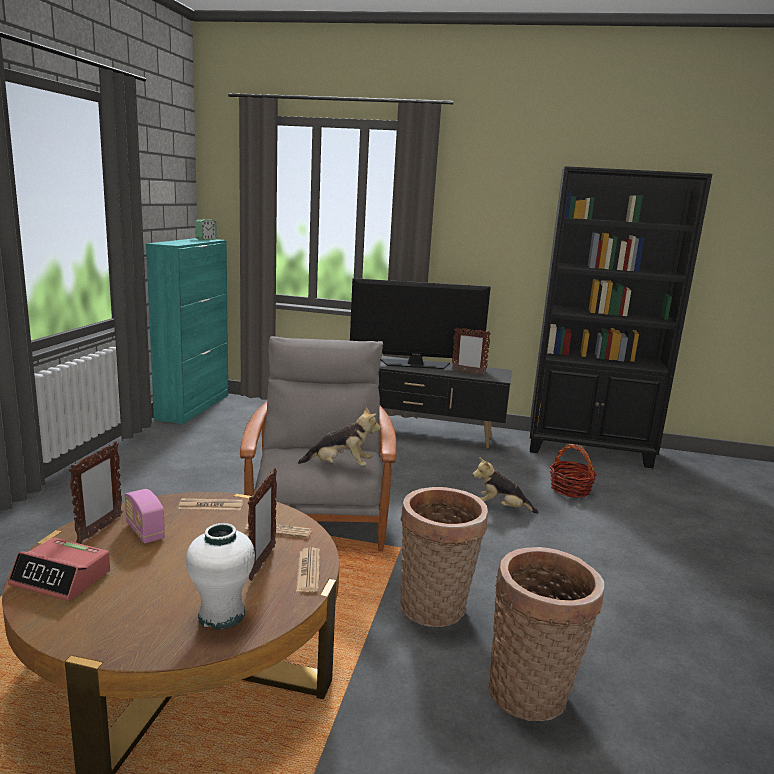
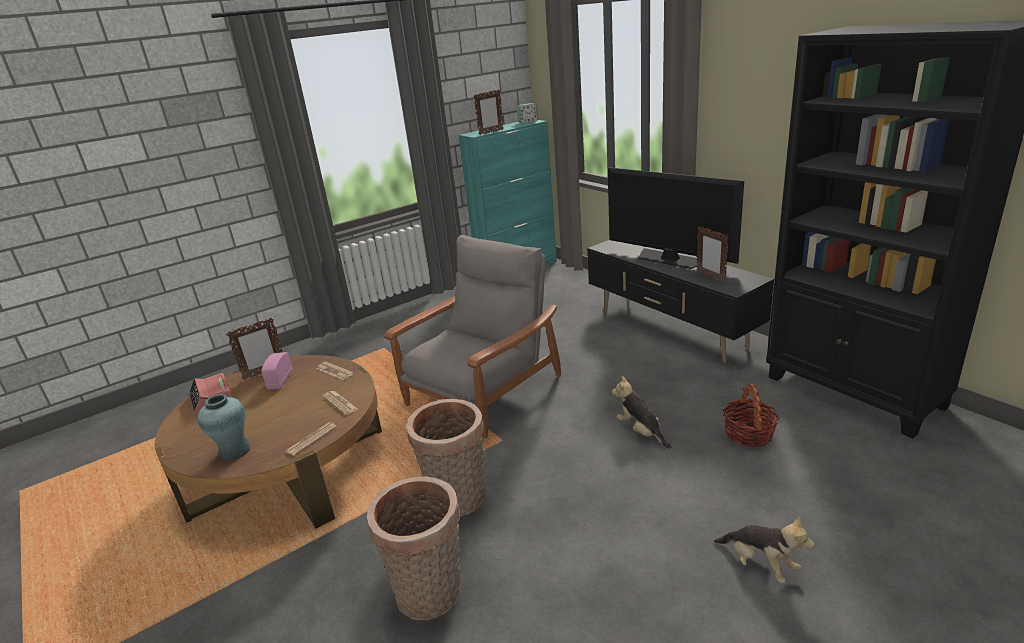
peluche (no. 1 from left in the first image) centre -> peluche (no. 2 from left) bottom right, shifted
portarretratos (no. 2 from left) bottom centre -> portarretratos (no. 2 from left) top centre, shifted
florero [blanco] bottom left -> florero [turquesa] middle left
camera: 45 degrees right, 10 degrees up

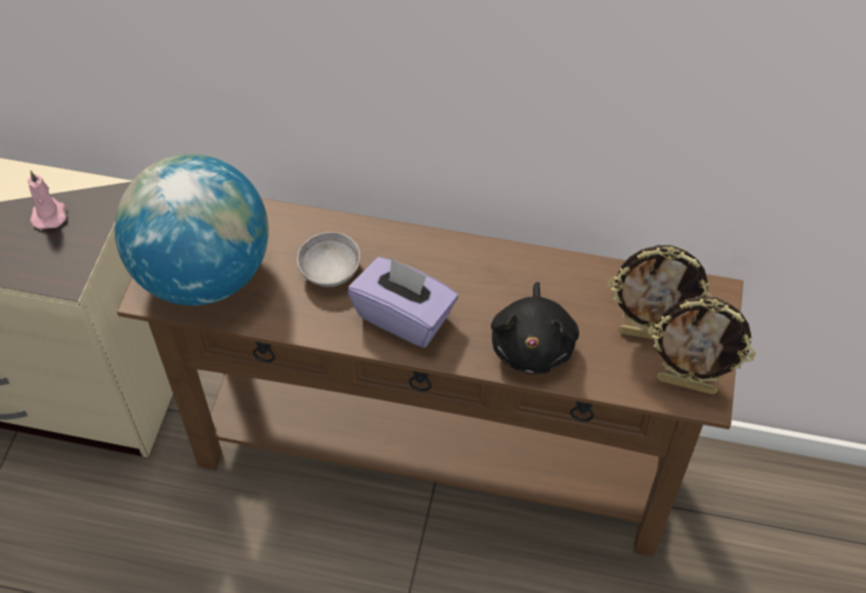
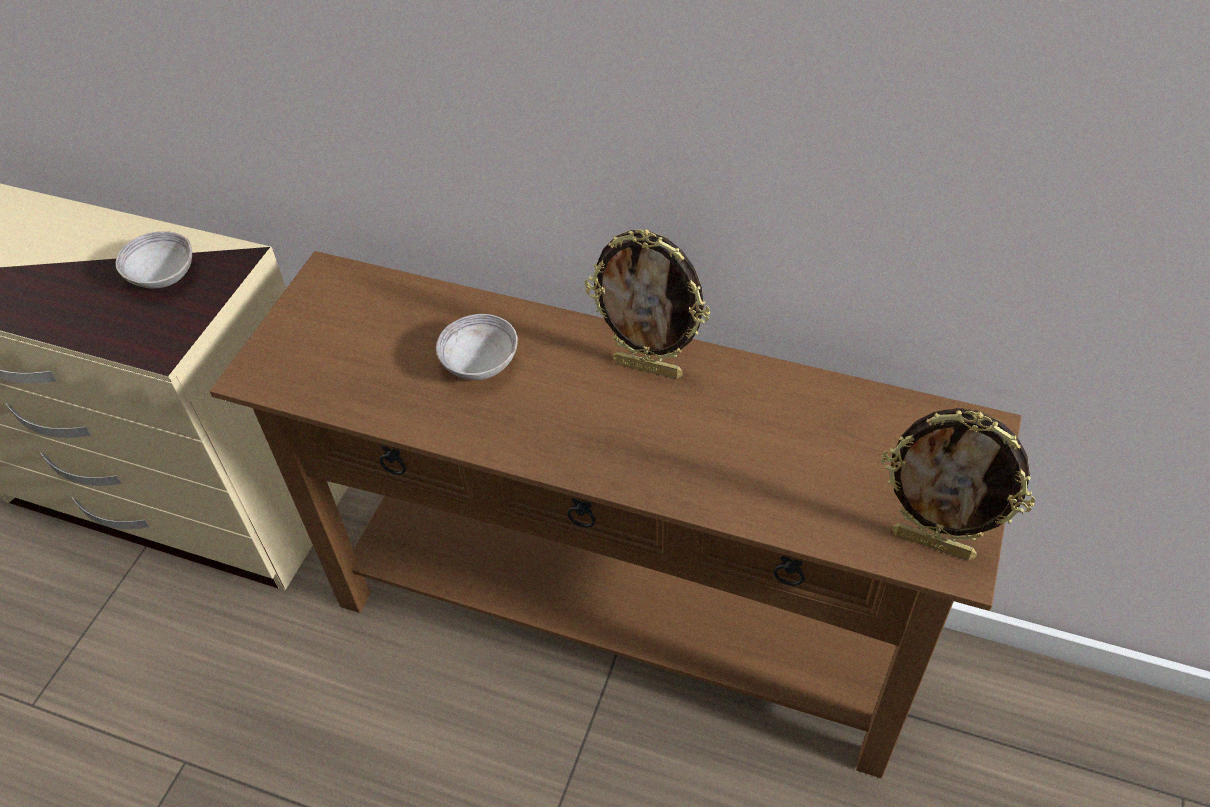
globo terráqueo middle left -> none
vela [rosa] middle left -> cuenco [gris] (no. 1 from left) top left
portarretratos (no. 1 from left) middle right -> portarretratos (no. 1 from left) centre, shifted
caja de pañuelos [morado] centre -> none
peluche [negro] centre -> none
camera: 10 degrees right, 5 degrees down

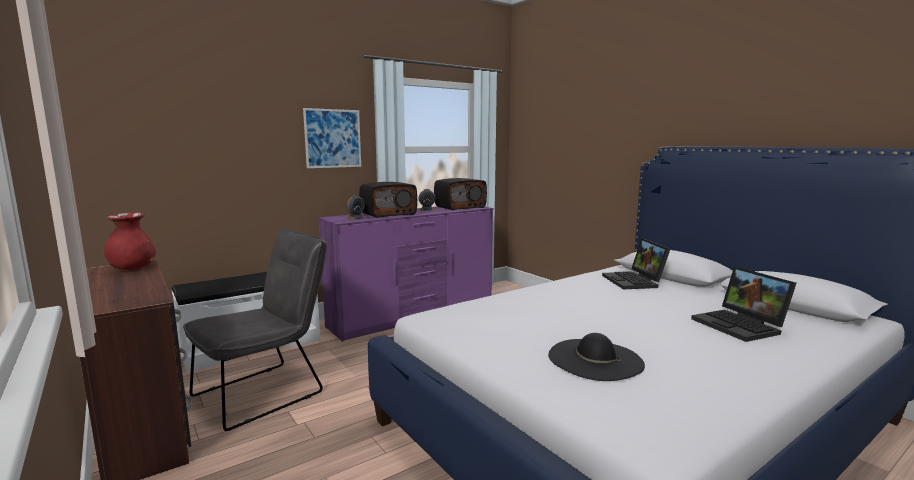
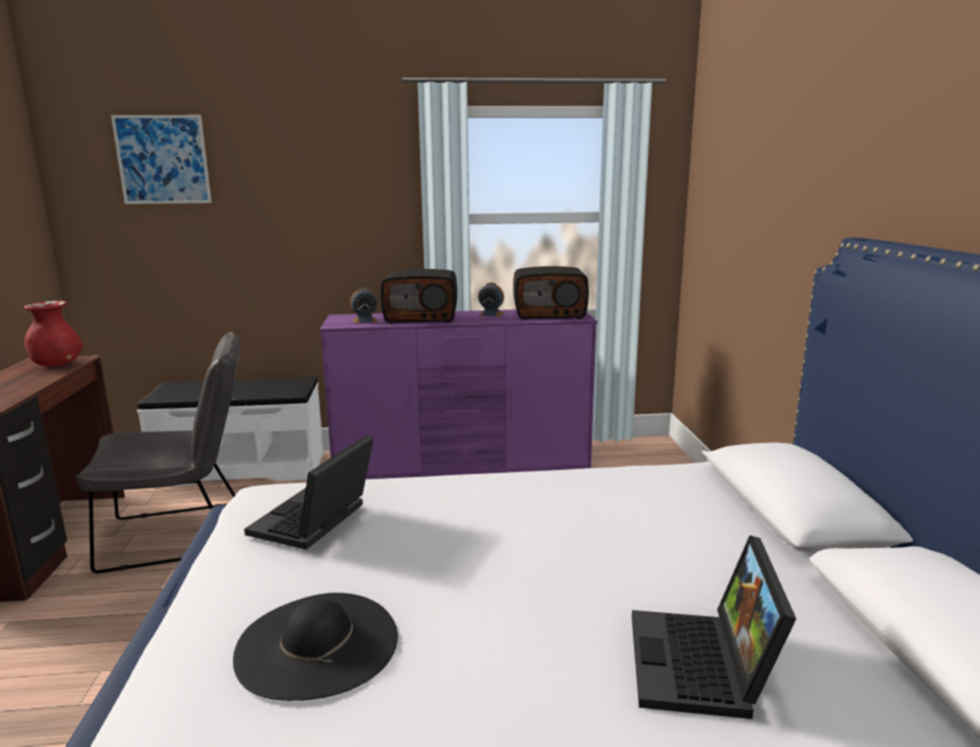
cuadro top centre -> cuadro top left, shifted
portátil (no. 1 from left) middle right -> portátil (no. 1 from left) middle left, shifted
camera: 30 degrees right, 5 degrees up

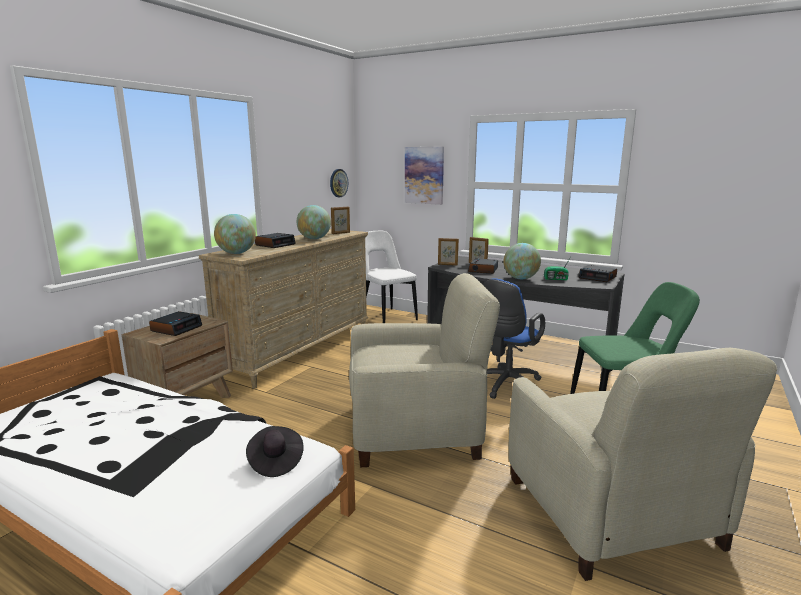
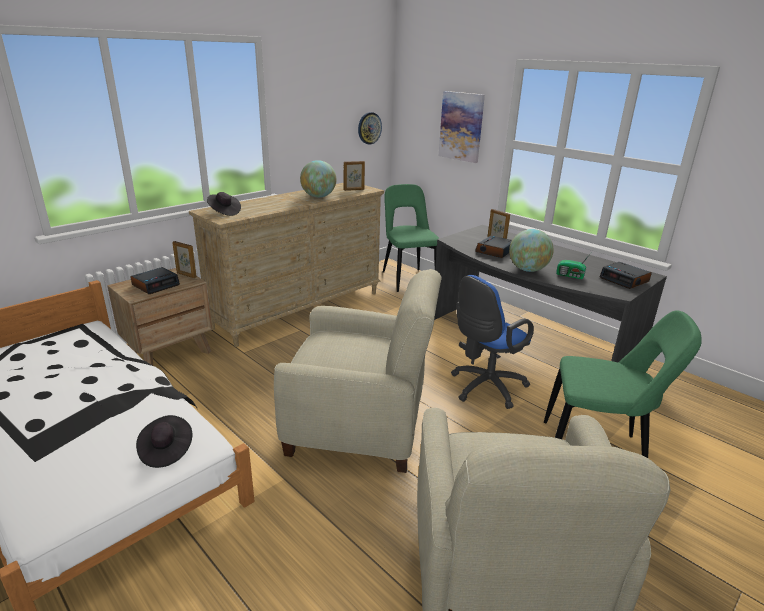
globo terráqueo (no. 1 from left) middle left -> sombrero [negro] (no. 2 from left) middle left
silla [blanco] centre -> silla [verde] (no. 1 from left) centre
despertador (no. 2 from left) centre -> none
portarretratos (no. 2 from left in the first image) centre -> portarretratos (no. 1 from left) middle left, shifted
camera: 15 degrees right, 10 degrees up

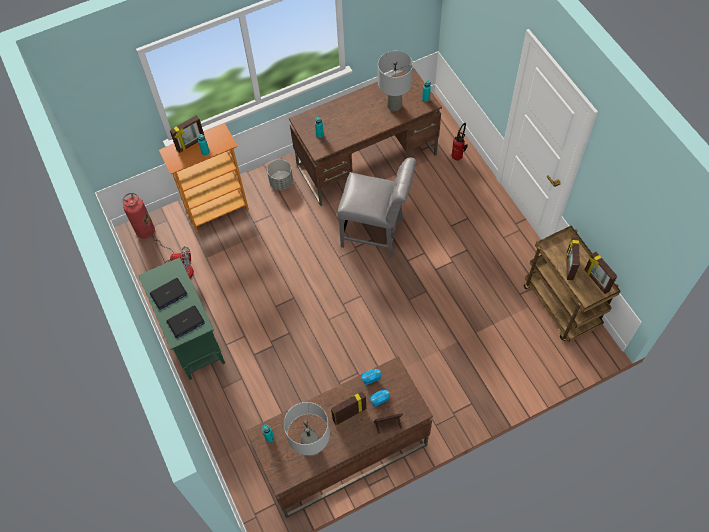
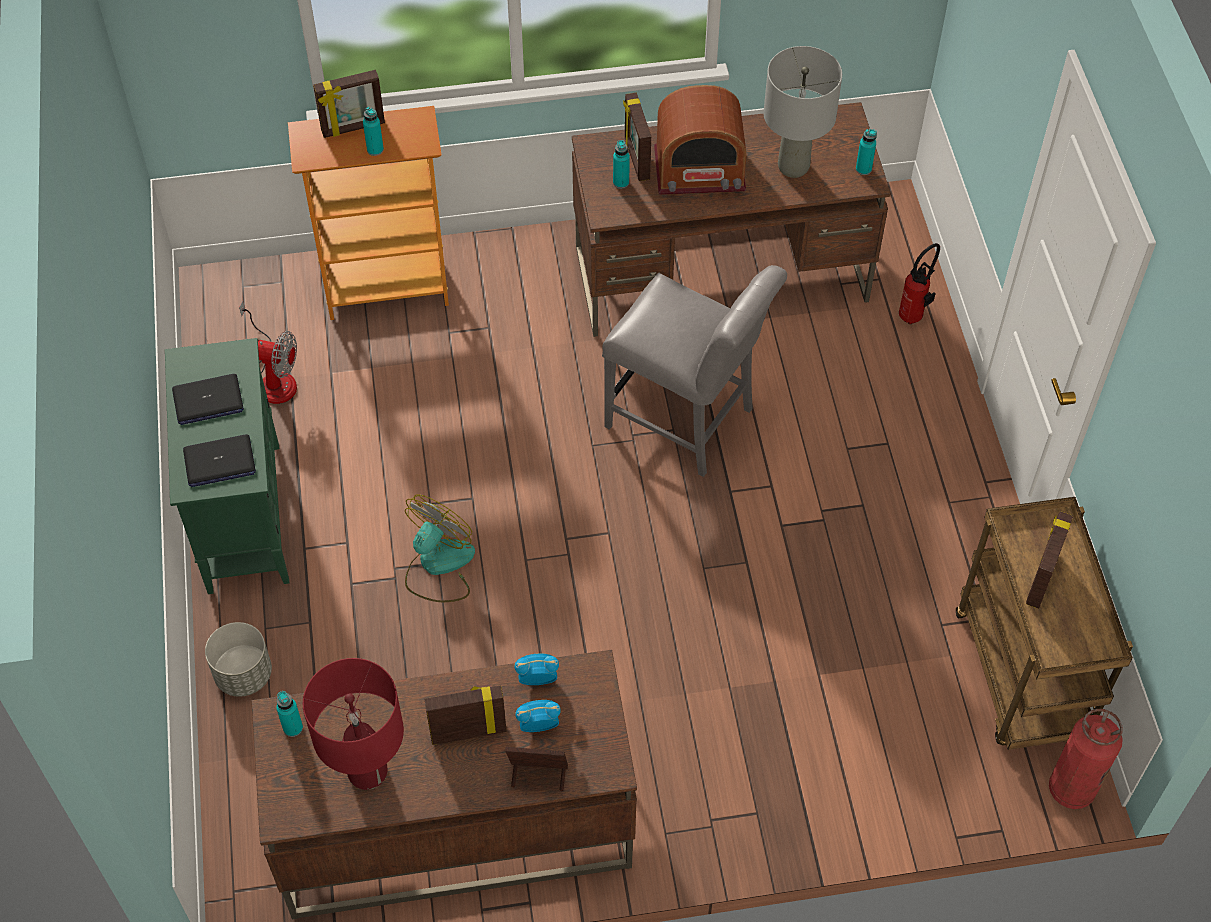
maceta [gris] top centre -> maceta [gris] bottom left, shifted
extintor (no. 1 from left in the first image) middle left -> extintor (no. 2 from left) bottom right, shifted
portarretratos (no. 5 from left in the first image) middle right -> portarretratos (no. 4 from left) top centre, shifted
lámpara de mesa [gris] (no. 1 from left) bottom centre -> lámpara de mesa [rojo] bottom left
none -> radio top centre
none -> ventilador (no. 2 from left) centre
camera: 15 degrees right, 5 degrees down

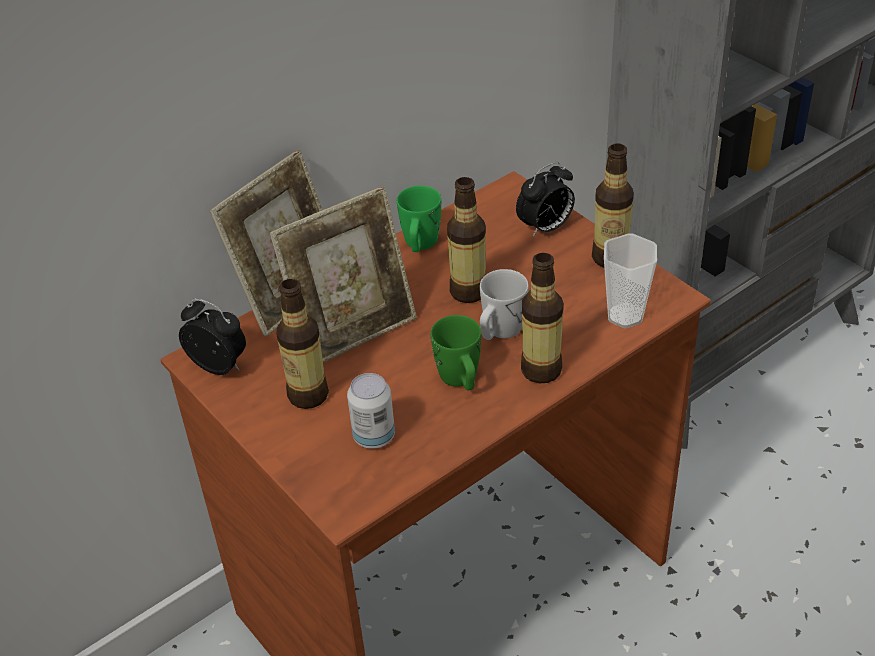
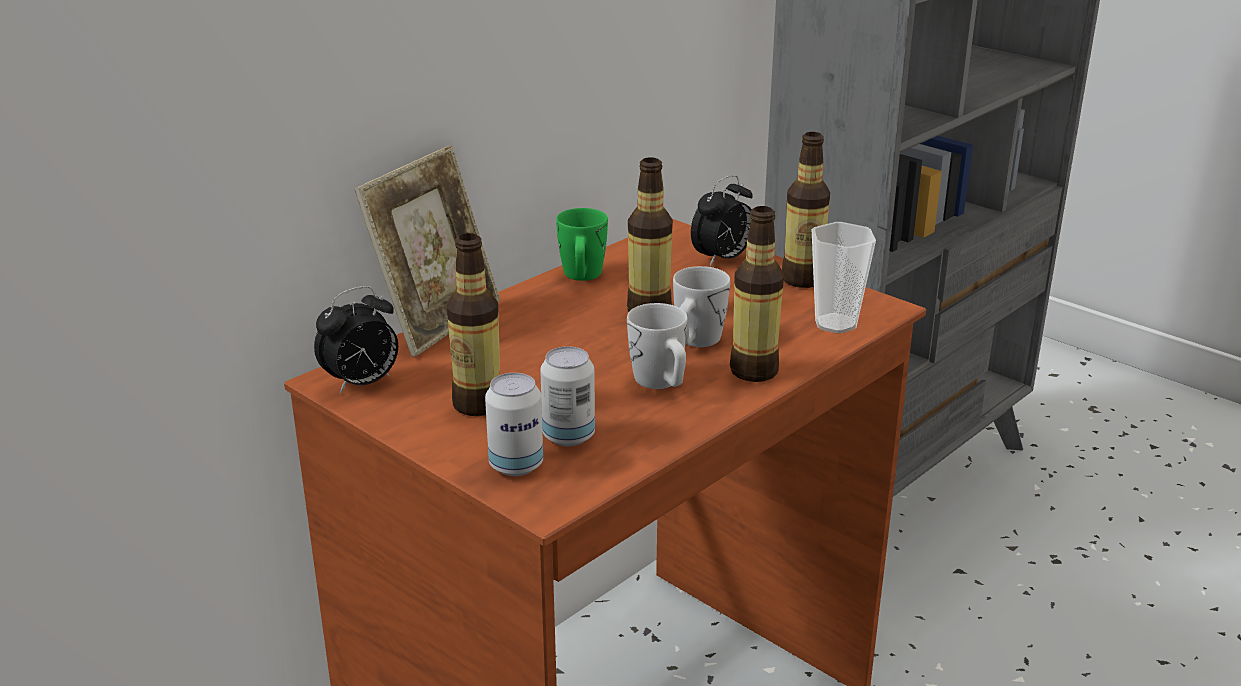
portarretratos (no. 2 from left) centre -> none
despertador (no. 1 from left) middle left, 120 degrees clockwise
taza grande [verde] (no. 2 from left) centre -> taza grande [blanco] (no. 1 from left) centre
none -> lata (no. 1 from left) centre
camera: 10 degrees left, 15 degrees down

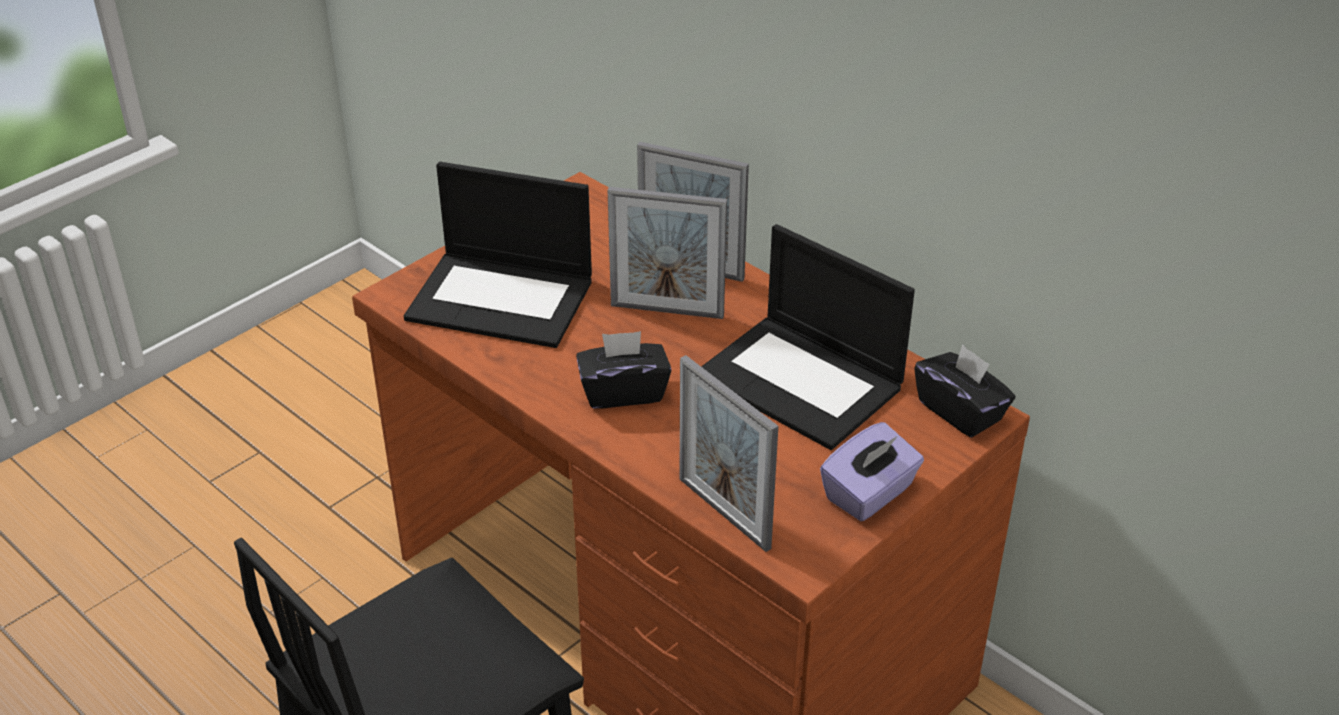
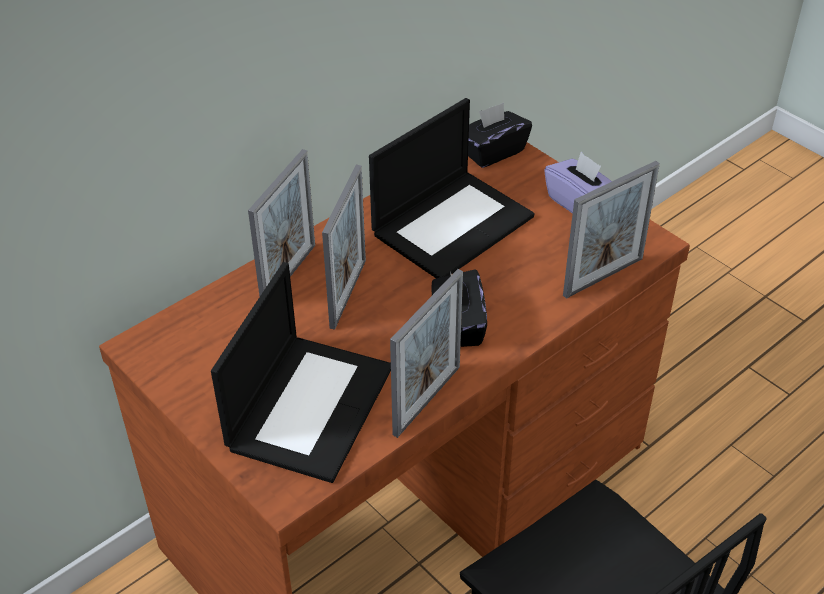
none -> portarretratos (no. 3 from left) centre
camera: 85 degrees left, 5 degrees up

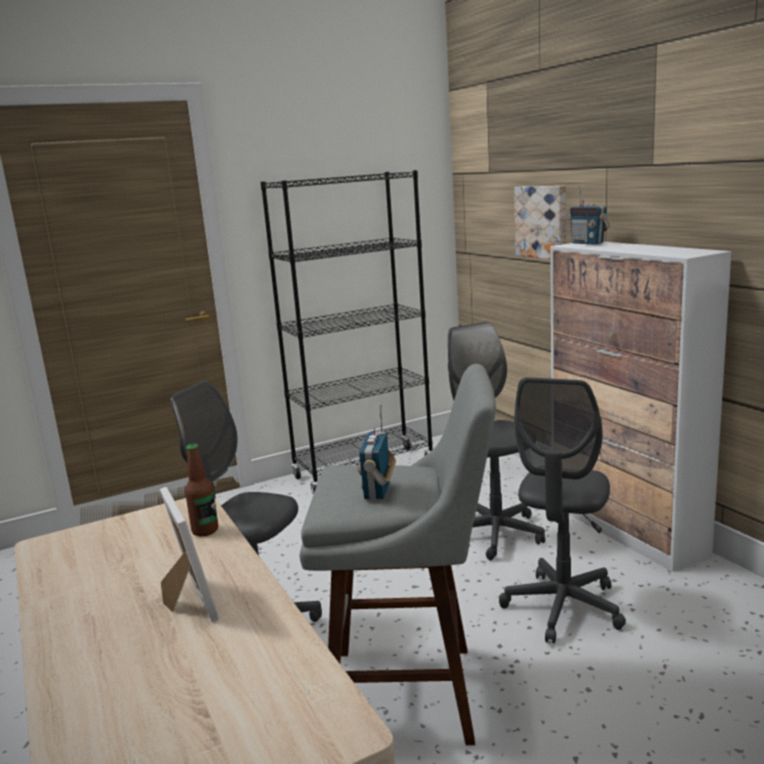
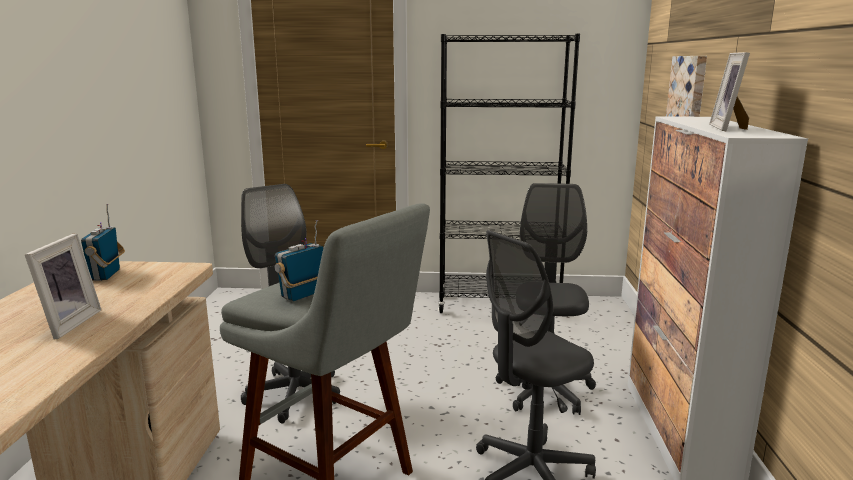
radio (no. 2 from left in the first image) top right -> radio (no. 1 from left) middle left, shifted
botella middle left -> none
none -> portarretratos (no. 2 from left) top right
camera: 30 degrees right, 0 degrees up

